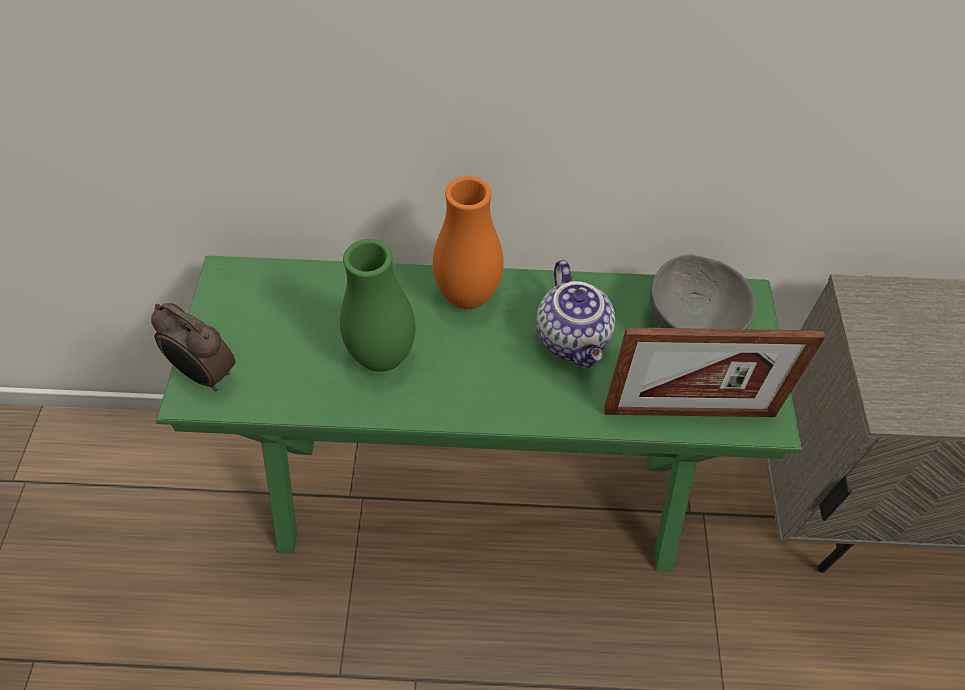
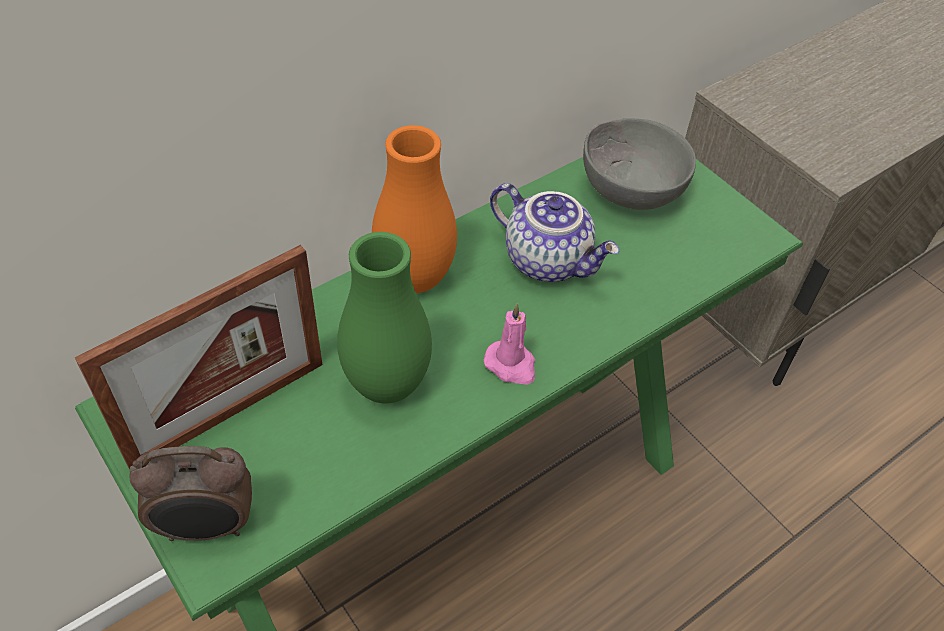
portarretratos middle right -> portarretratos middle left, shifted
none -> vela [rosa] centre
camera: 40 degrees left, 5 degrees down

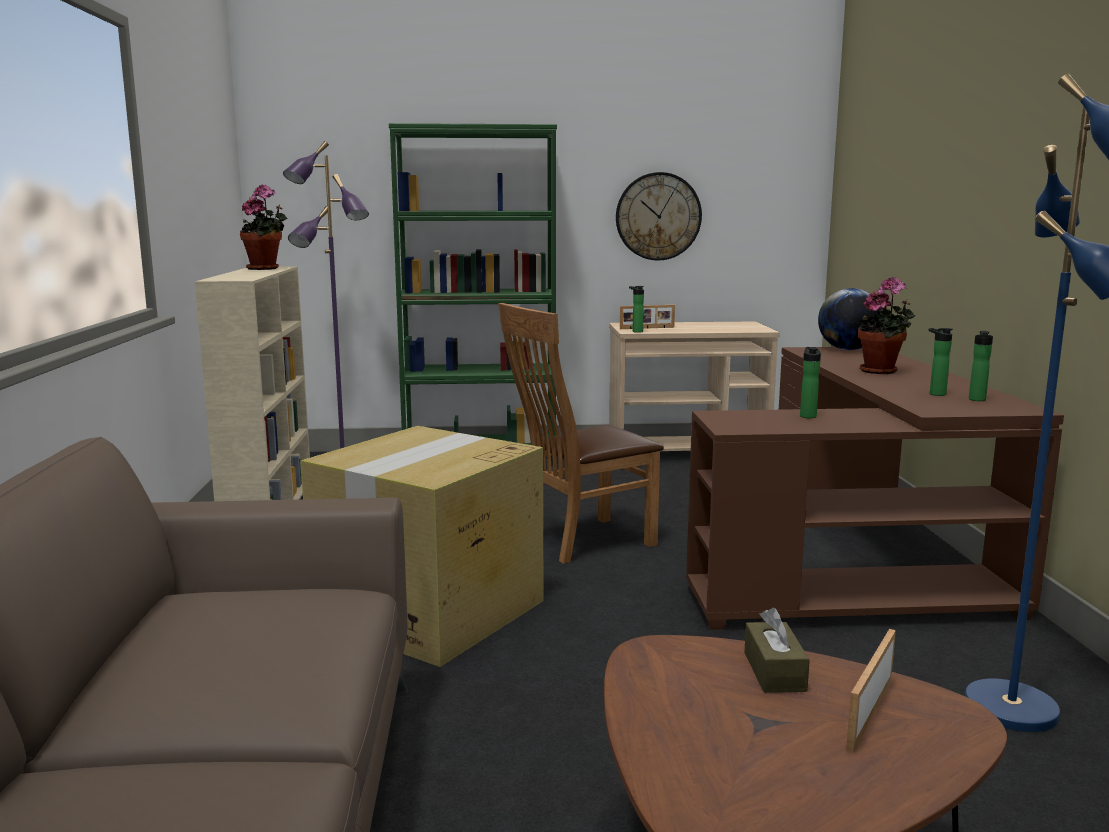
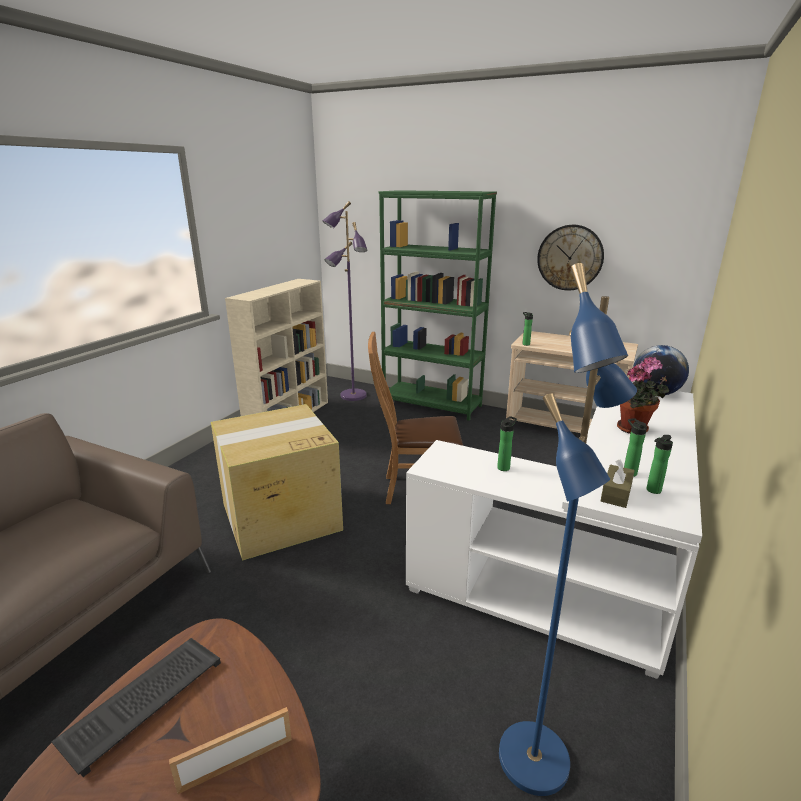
planta en maceta (no. 1 from left) top left -> none
portarretratos (no. 1 from left) centre -> none
escritorio [marrón] middle right -> escritorio [blanco] bottom right
caja de pañuelos [marrón] bottom right -> caja de pañuelos [marrón] middle right, shifted
none -> teclado bottom left
camera: 30 degrees right, 10 degrees up

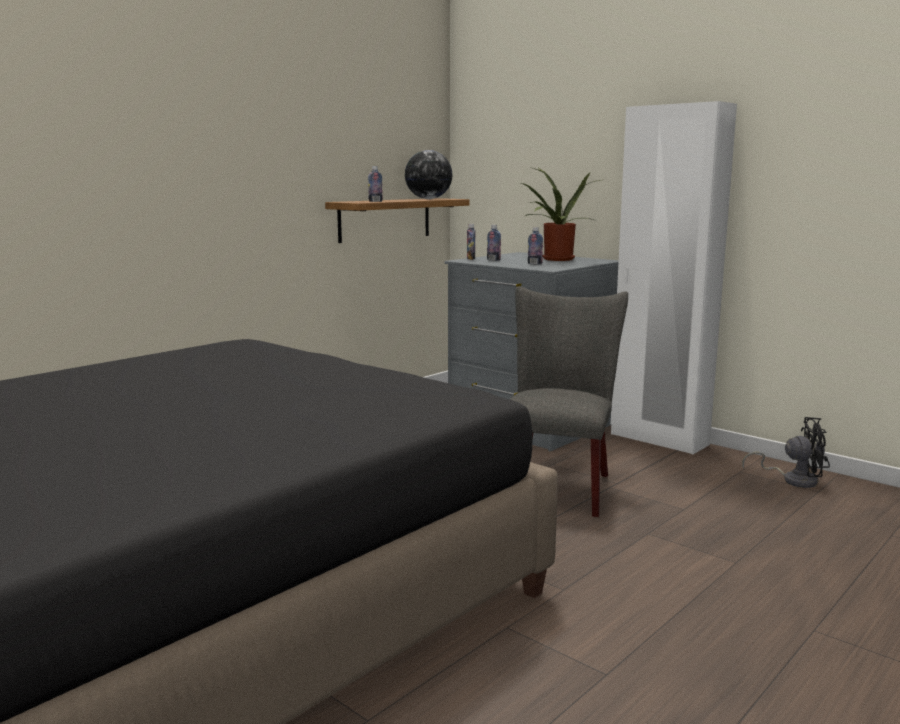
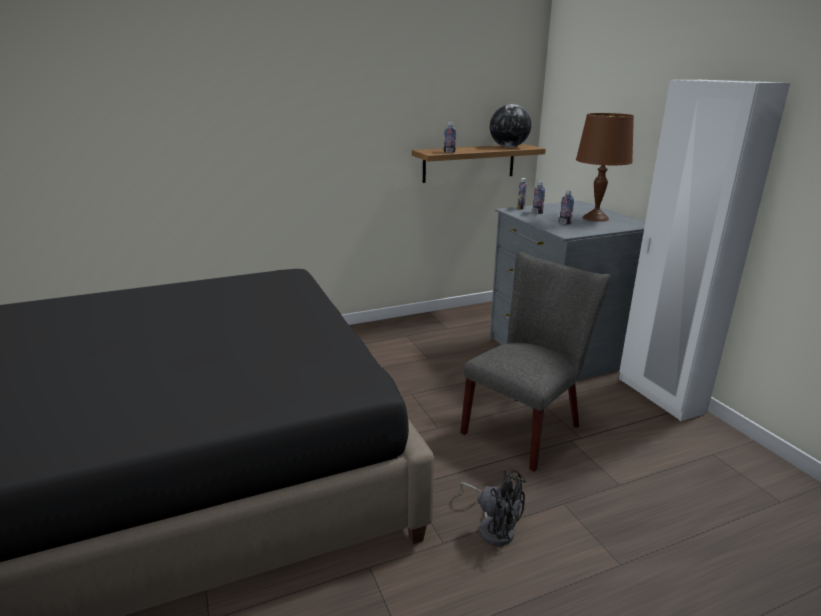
planta en maceta top centre -> lámpara de mesa [marrón] top right
ventilador [negro] middle right -> ventilador [negro] bottom centre, shifted
camera: 25 degrees right, 10 degrees up

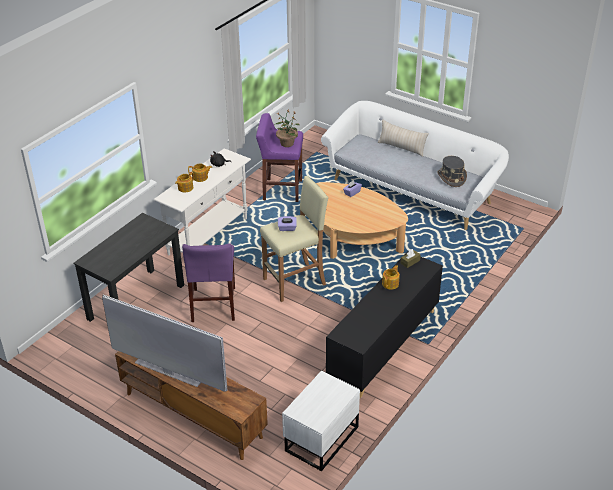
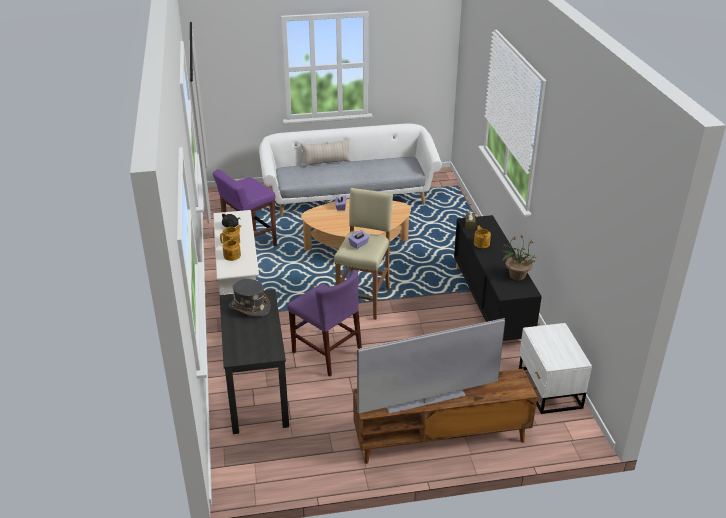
planta en maceta top centre -> planta en maceta middle right, shifted
sombrero [gris] middle right -> sombrero [gris] centre, shifted
camera: 45 degrees left, 5 degrees down

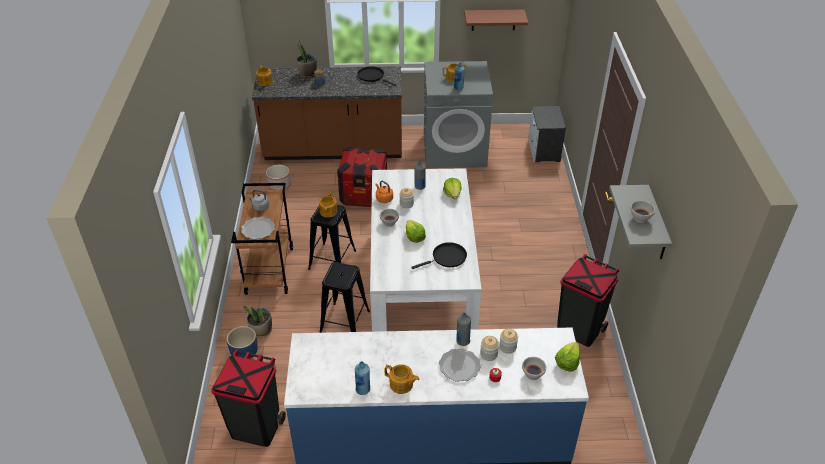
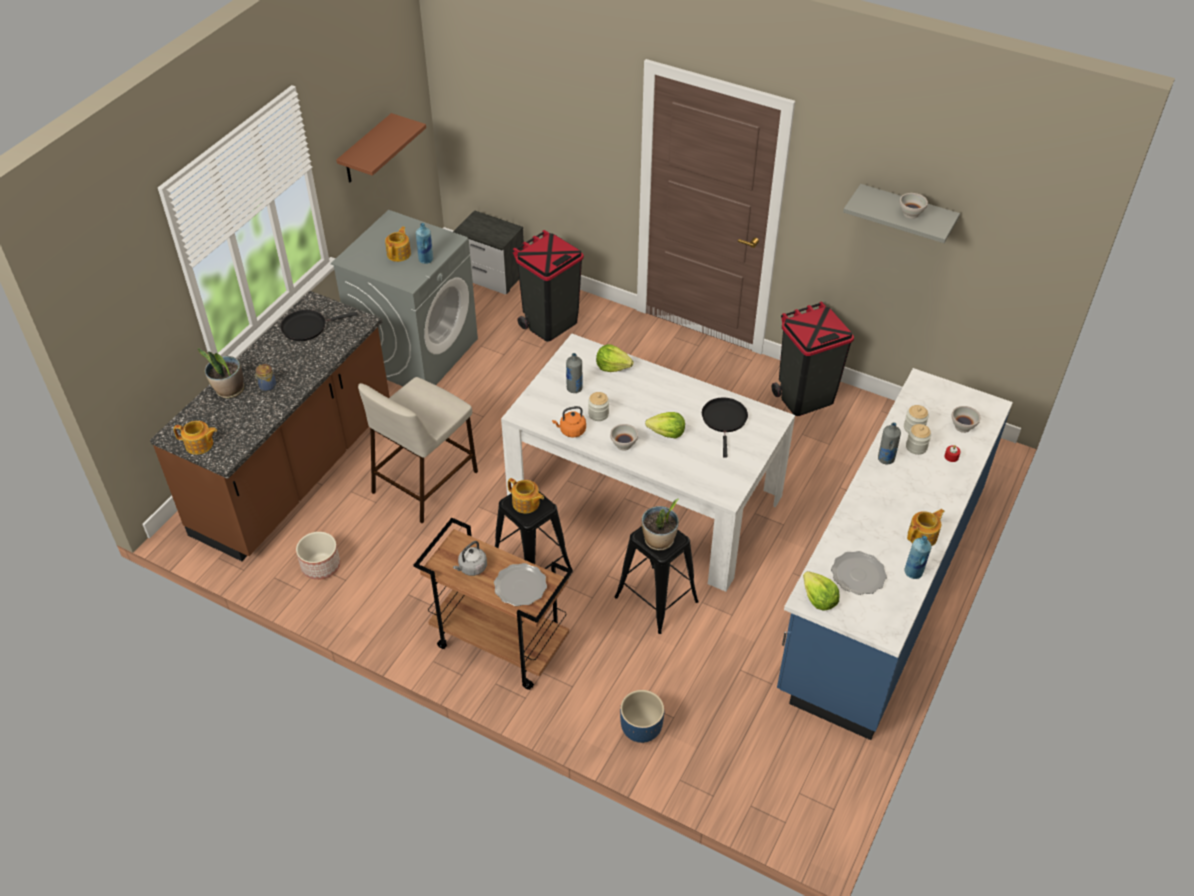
caja de embalaje centre -> taburete [beis] centre
planta en maceta (no. 1 from left in the first image) bottom left -> planta en maceta (no. 2 from left) centre, shifted
lechuga (no. 3 from left) bottom right -> lechuga (no. 3 from left) middle right, shifted
plato (no. 2 from left) bottom centre -> plato (no. 2 from left) middle right, shifted
papelera [negro] (no. 1 from left) bottom left -> papelera [negro] (no. 1 from left) top centre, shifted
camera: 60 degrees left, 5 degrees up

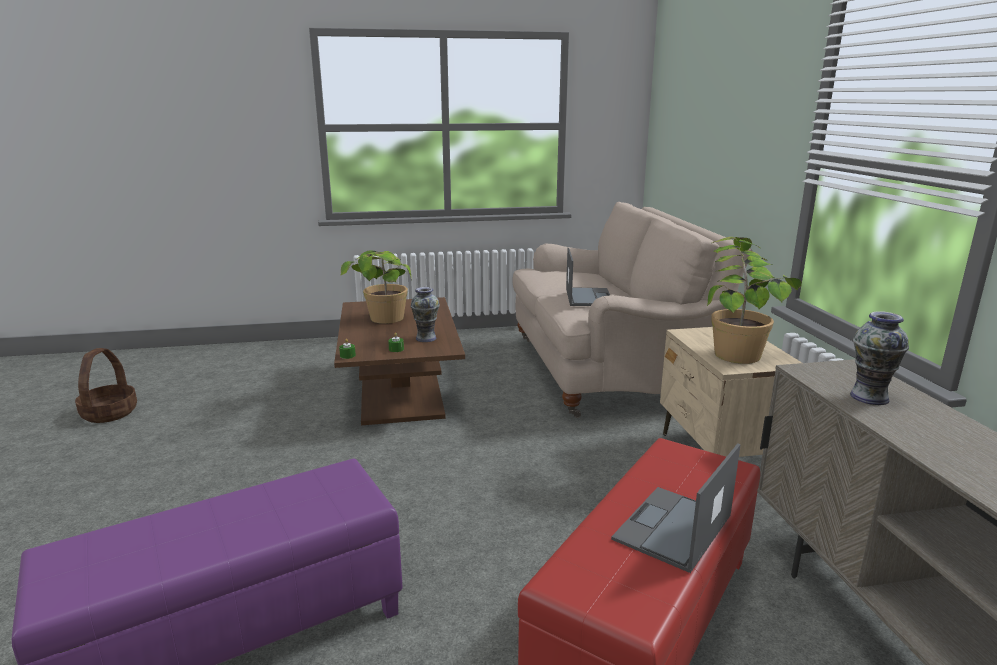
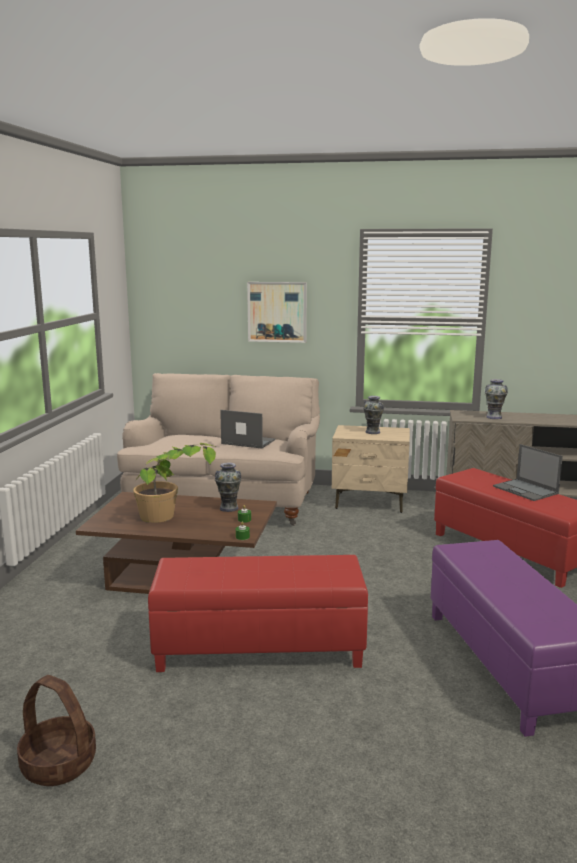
planta en maceta (no. 2 from left) middle right -> florero (no. 2 from left) centre
none -> cuadro centre
none -> puf [rojo] (no. 1 from left) bottom centre
camera: 70 degrees left, 5 degrees down

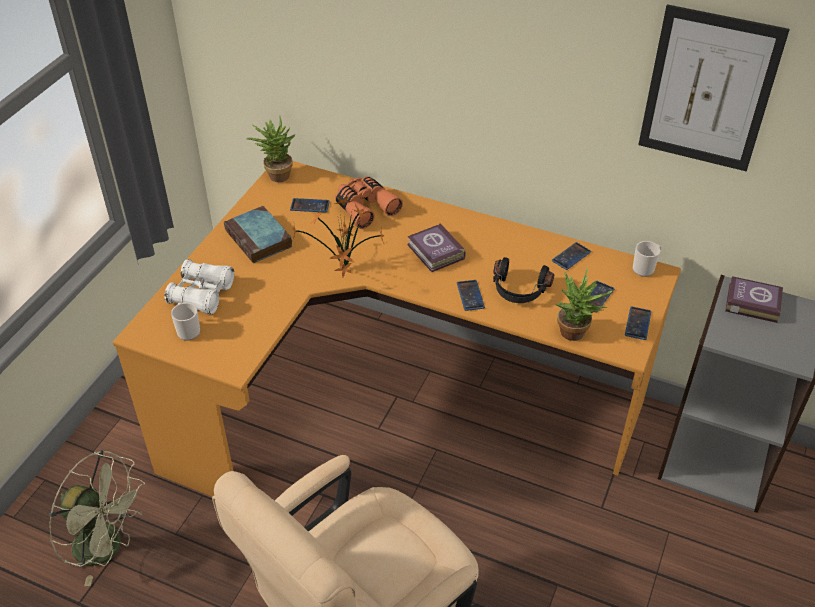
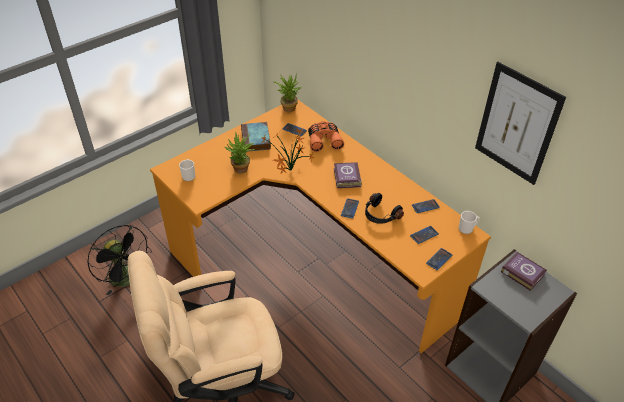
prismáticos [blanco] middle left -> none
planta en maceta (no. 3 from left in the first image) middle right -> planta en maceta (no. 1 from left) centre, shifted
ventilador [verde] bottom left -> ventilador [negro] middle left
camera: 25 degrees right, 0 degrees up

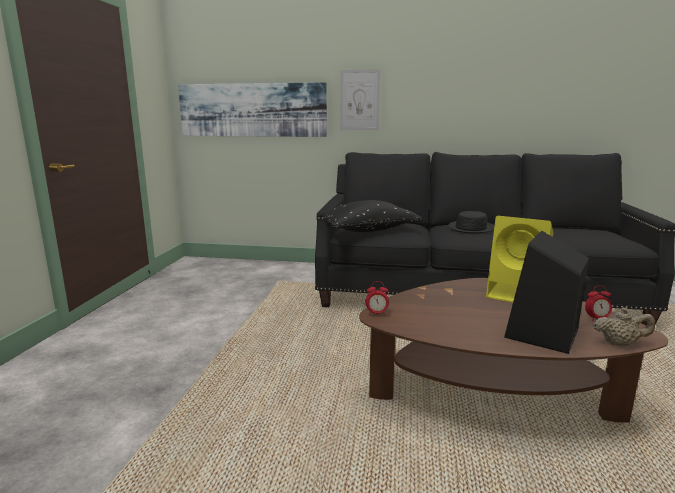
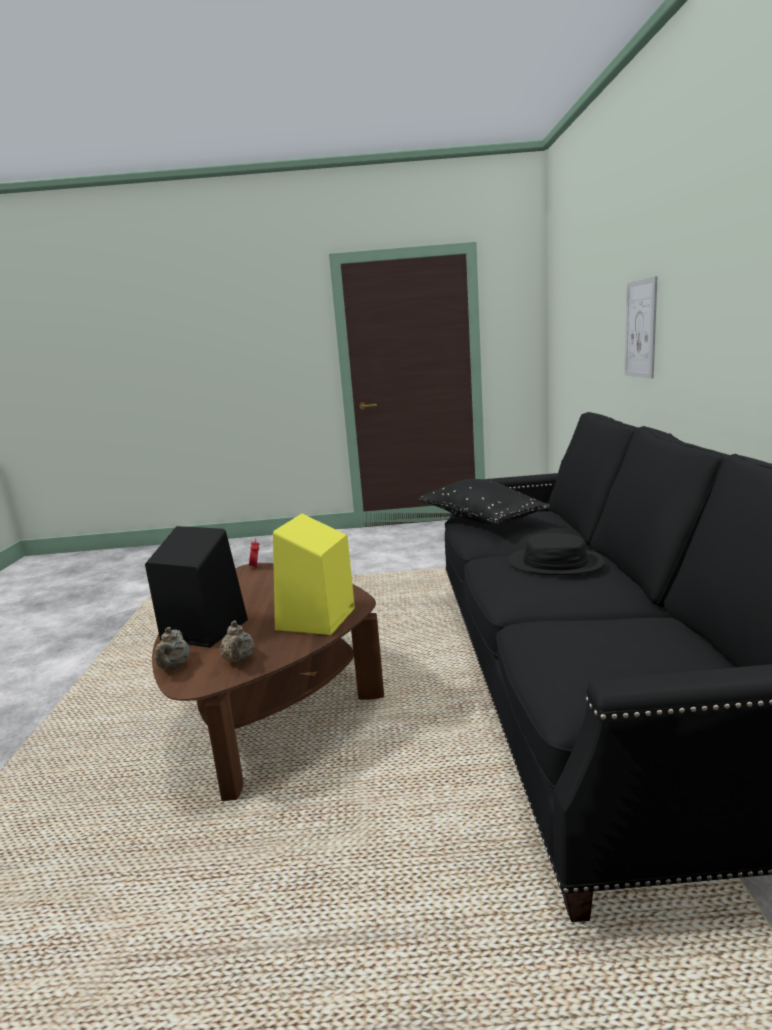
cuadro (no. 1 from left) top centre -> none
despertador (no. 2 from left) middle right -> tetera [beis] (no. 2 from left) middle left
camera: 80 degrees right, 0 degrees up

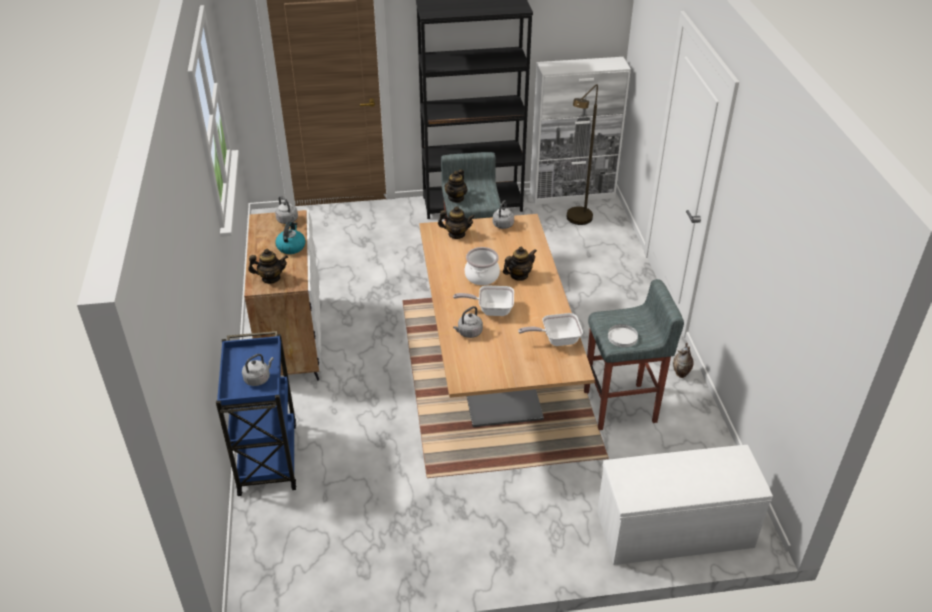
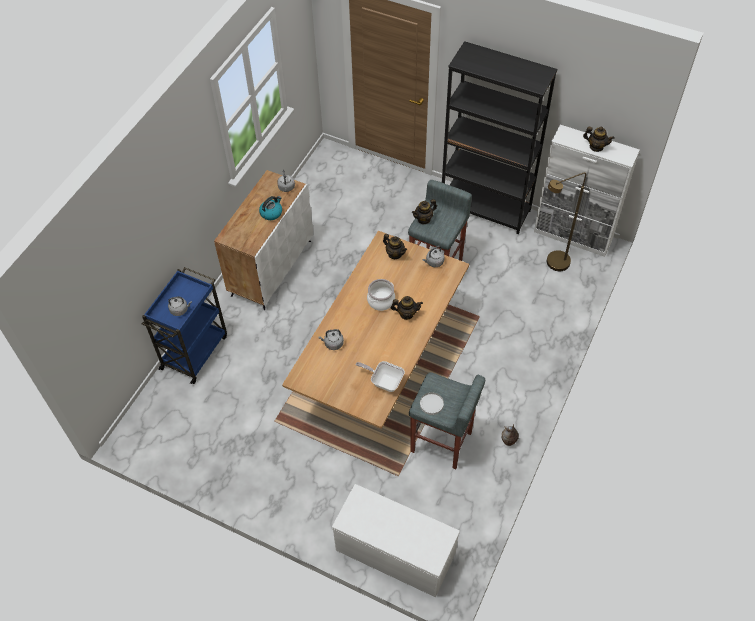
tetera (no. 1 from left in the first image) middle left -> tetera (no. 4 from left) top right, shifted
sartén (no. 1 from left) centre -> none
camera: 35 degrees right, 15 degrees up

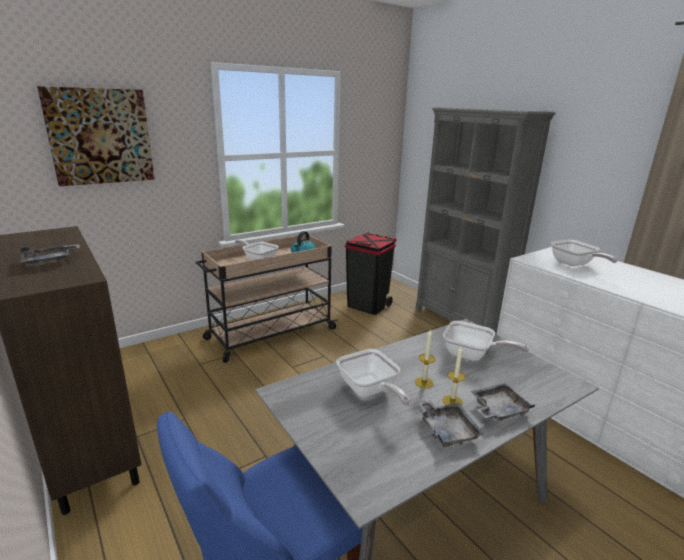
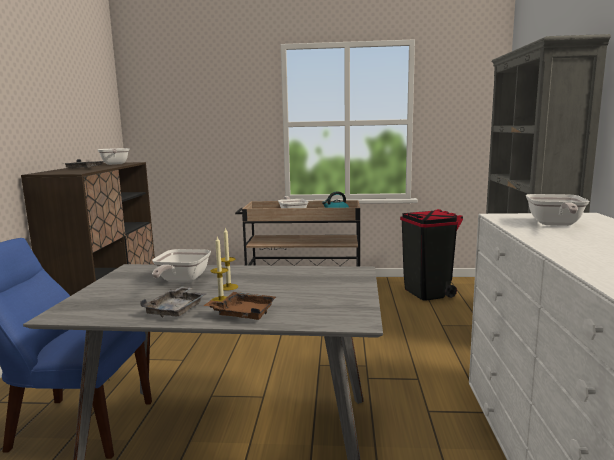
cuadro top left -> none
sartén (no. 3 from left in the first image) middle right -> sartén (no. 1 from left) middle left, shifted
bandeja [gris] (no. 3 from left) bottom right -> bandeja [marrón] centre
camera: 40 degrees right, 10 degrees down

